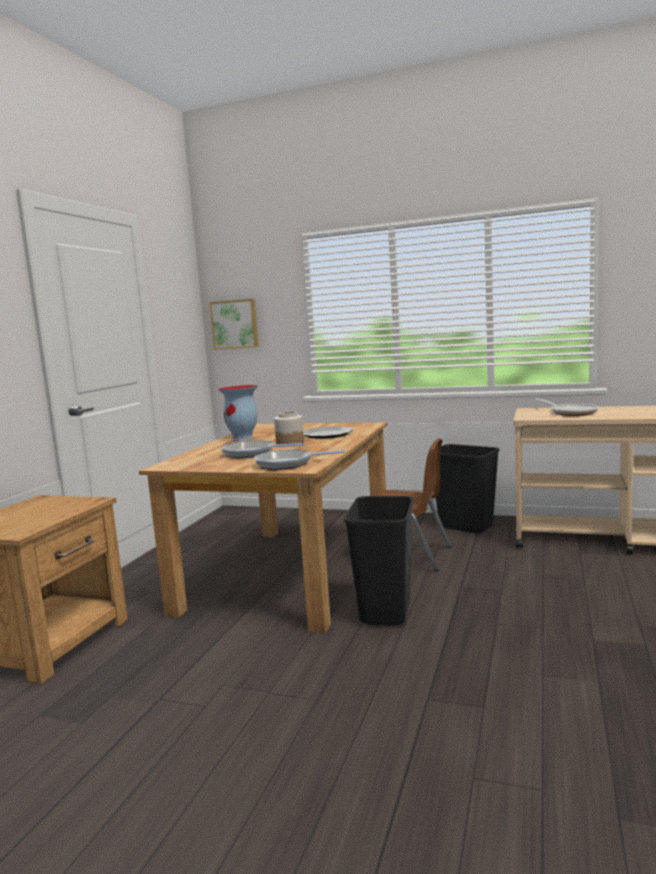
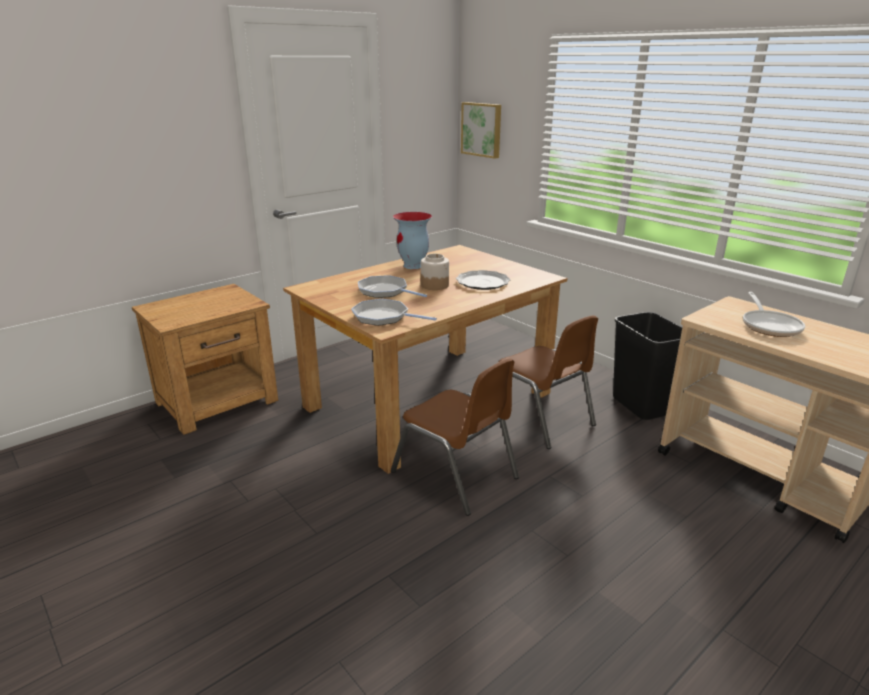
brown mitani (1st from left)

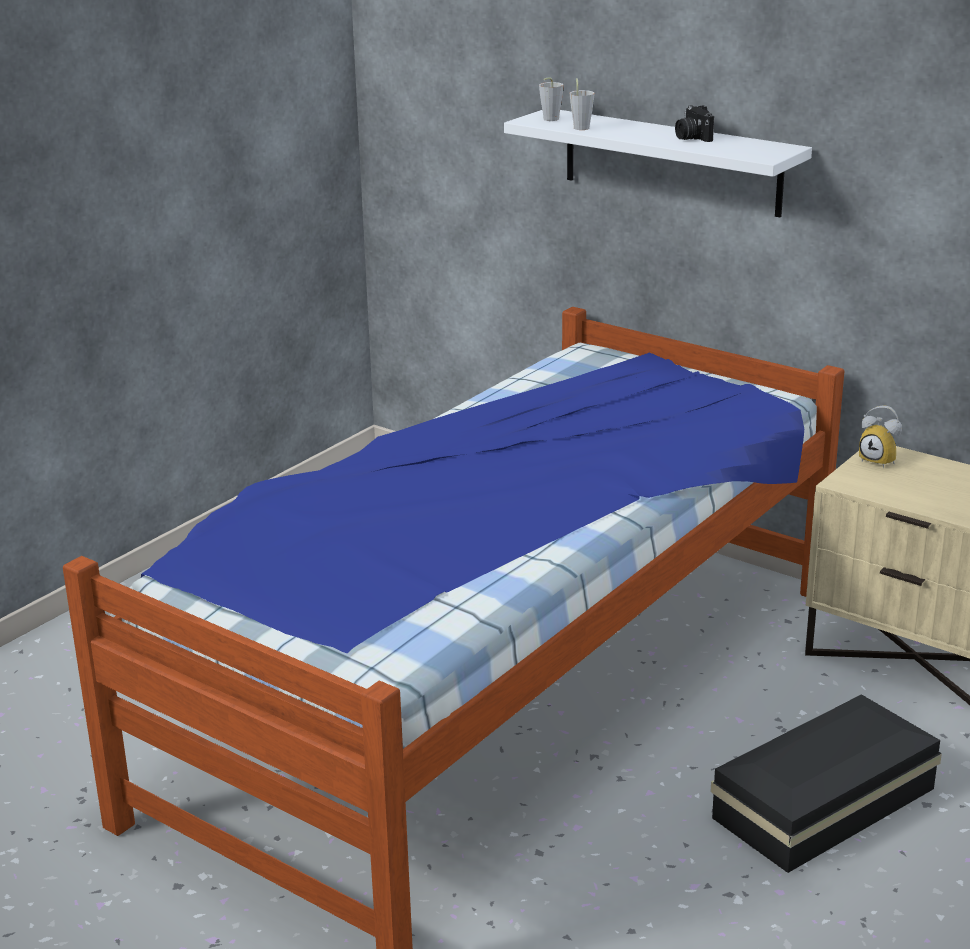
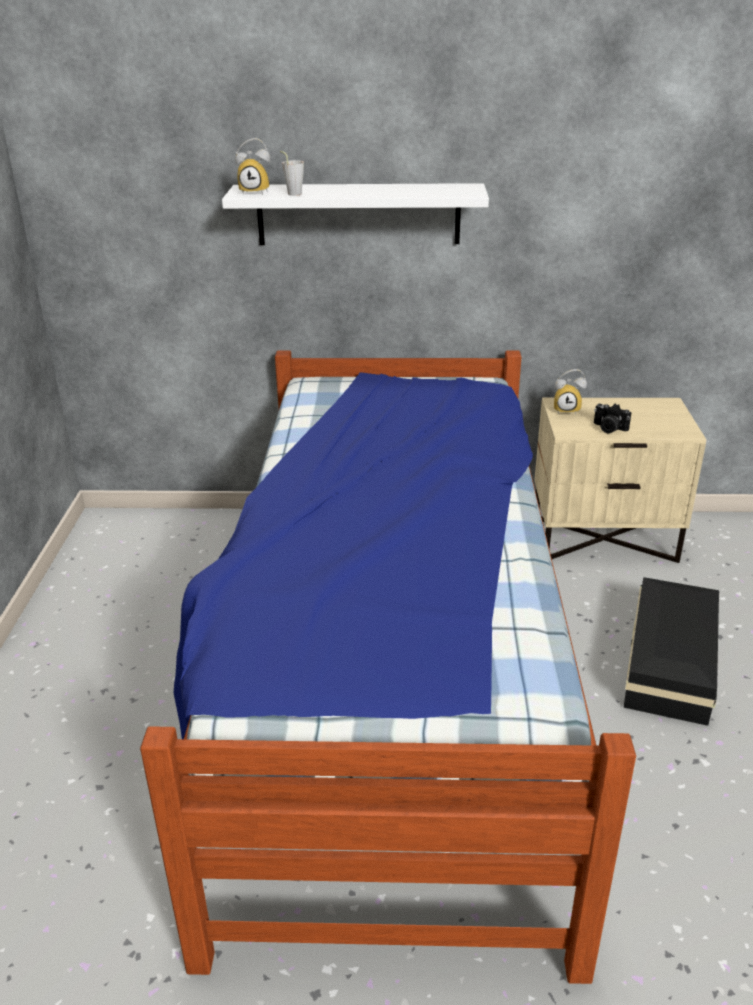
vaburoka (1st from left)
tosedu

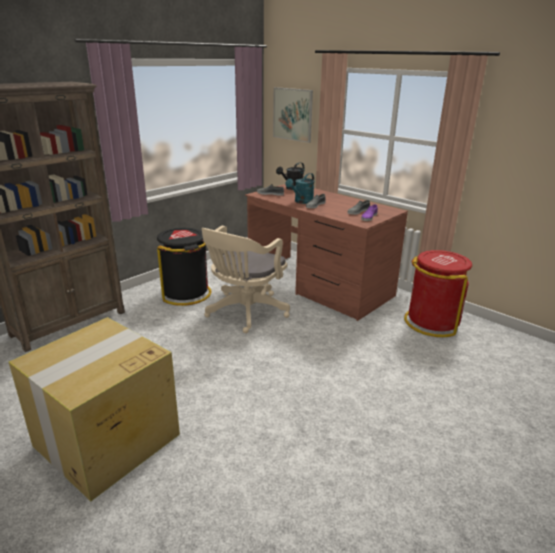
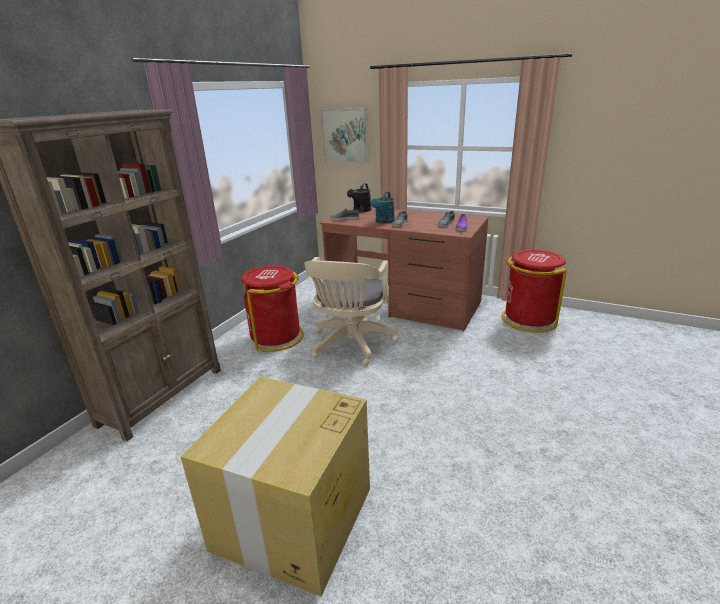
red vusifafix (1st from left)

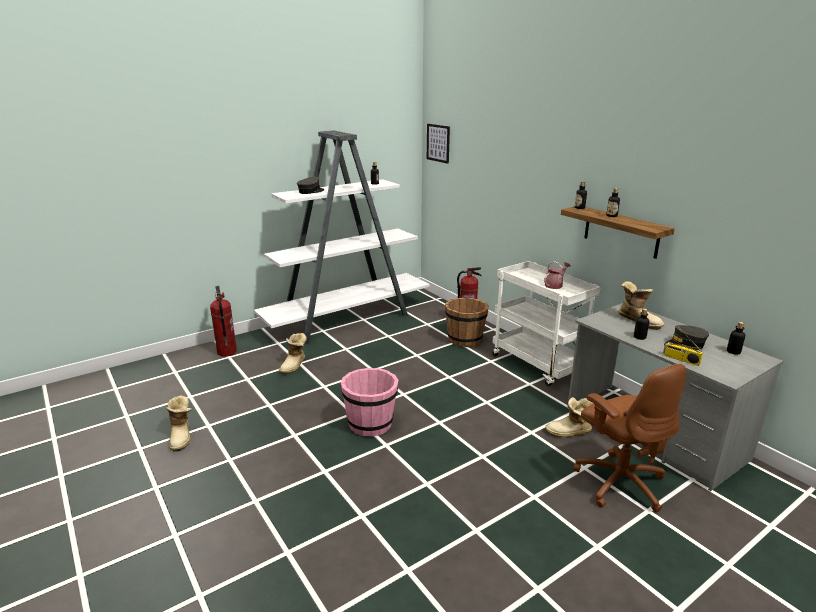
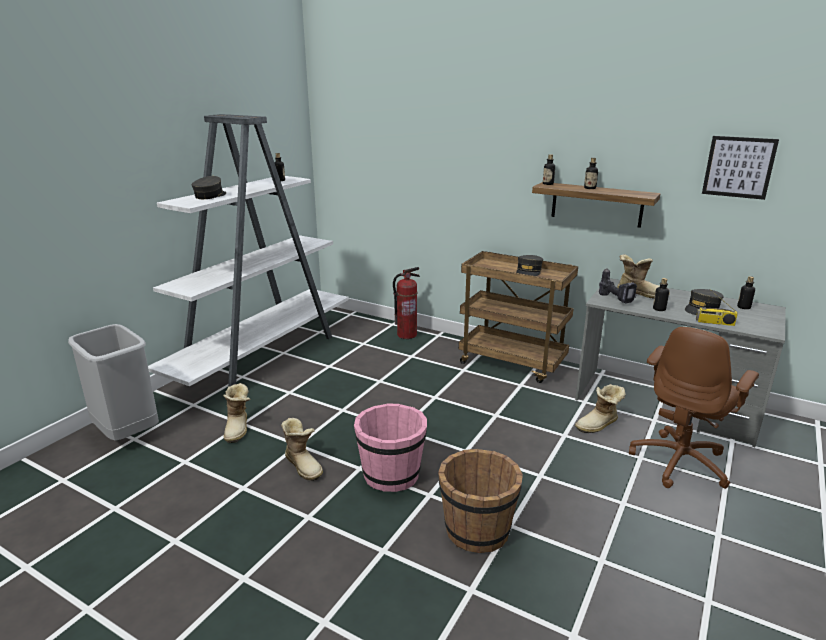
grey vusifafix
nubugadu (2nd from left)
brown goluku
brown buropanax
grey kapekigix (2nd from left)
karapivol
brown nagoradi
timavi

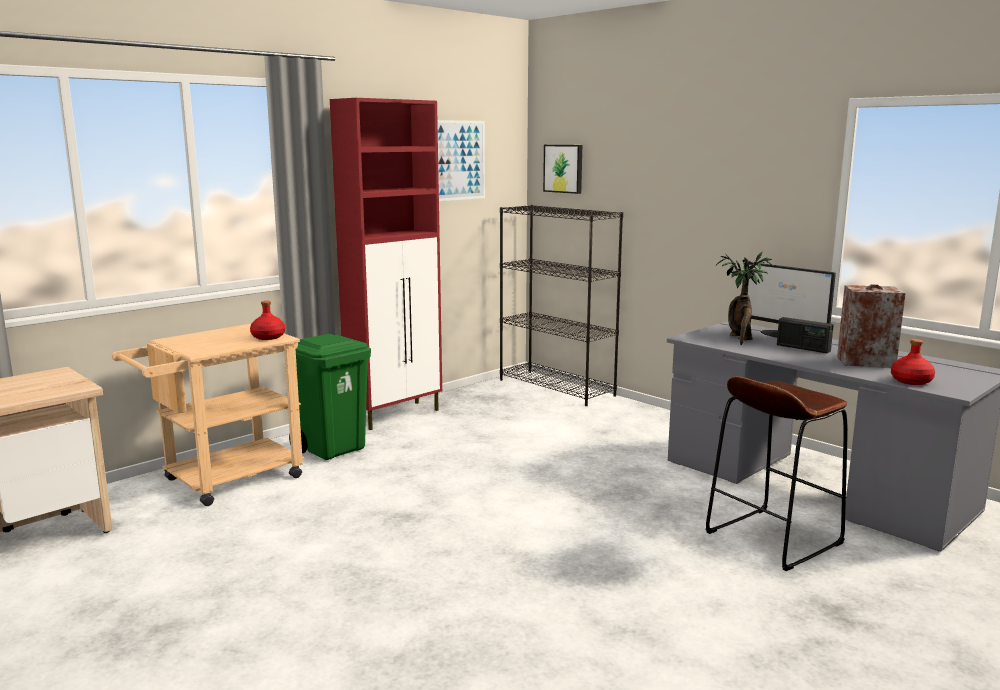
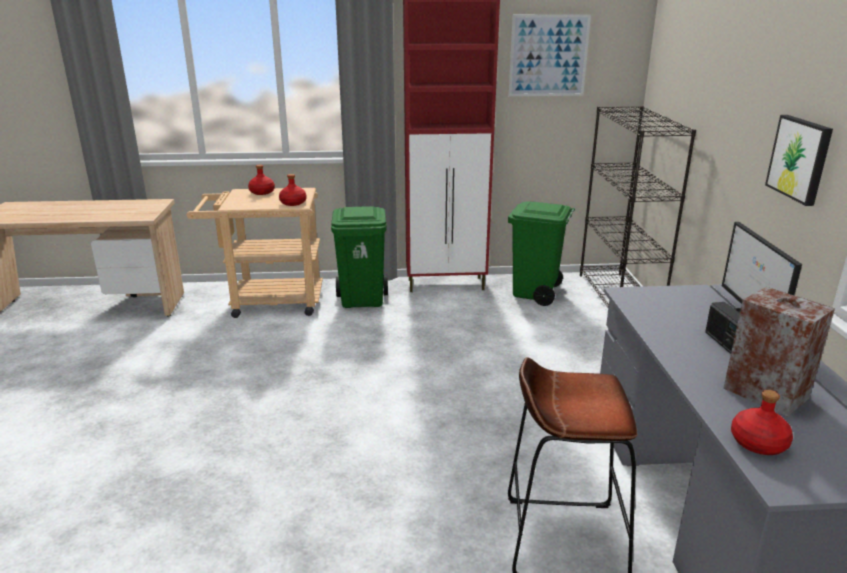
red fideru (1st from left)
green vusifafix (2nd from left)
timavi (2nd from left)
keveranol

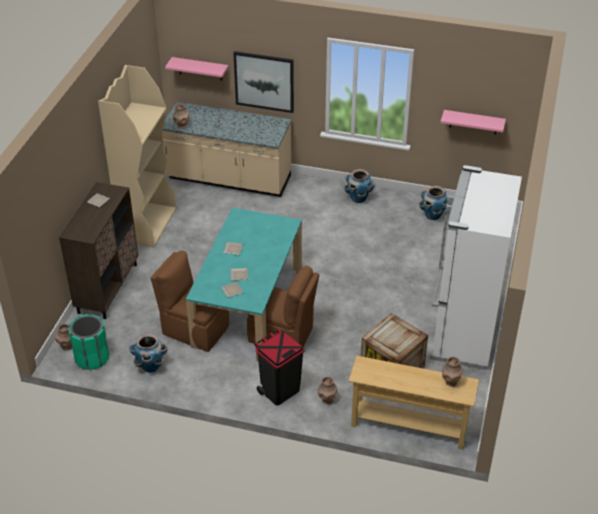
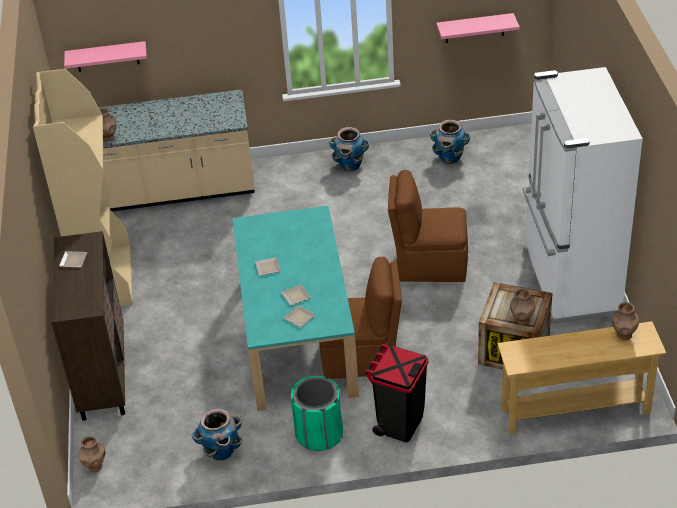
green vusifafix
brown mitani (2nd from left)
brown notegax (3rd from left)
timavi

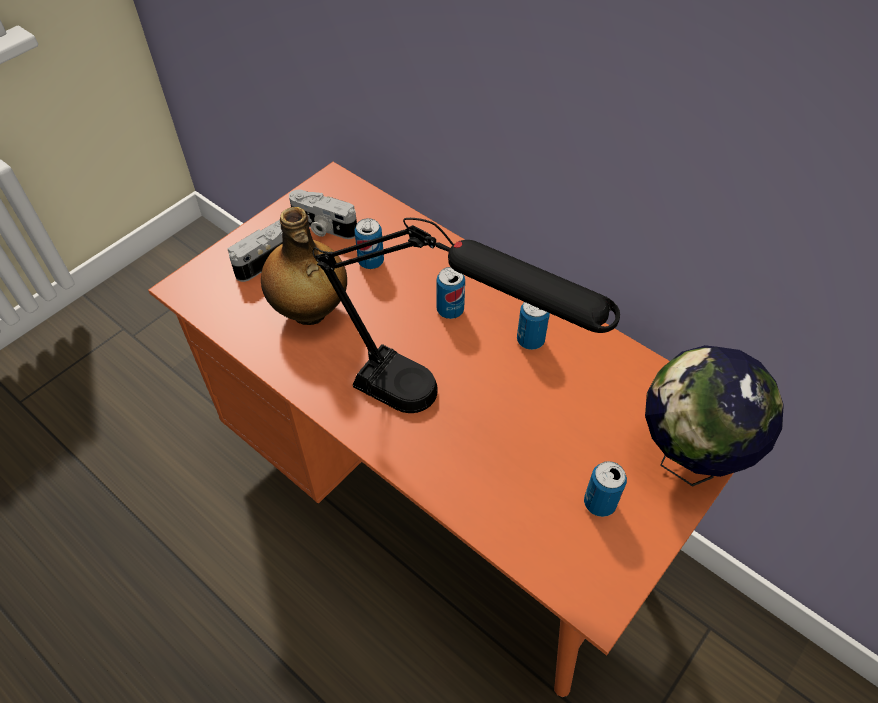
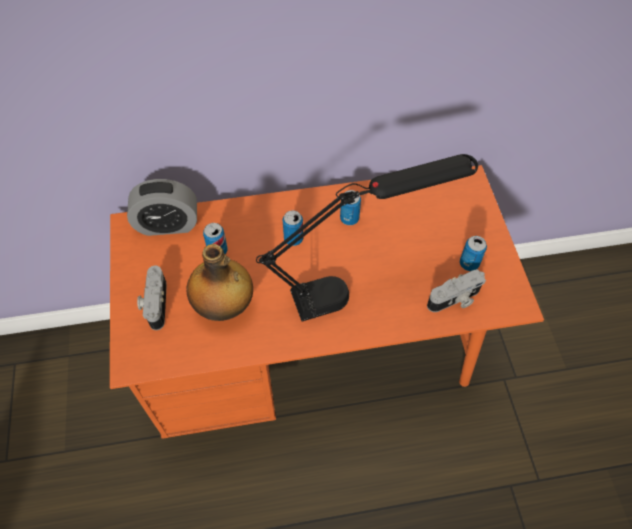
vaburoka
tosedu (2nd from left)
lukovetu

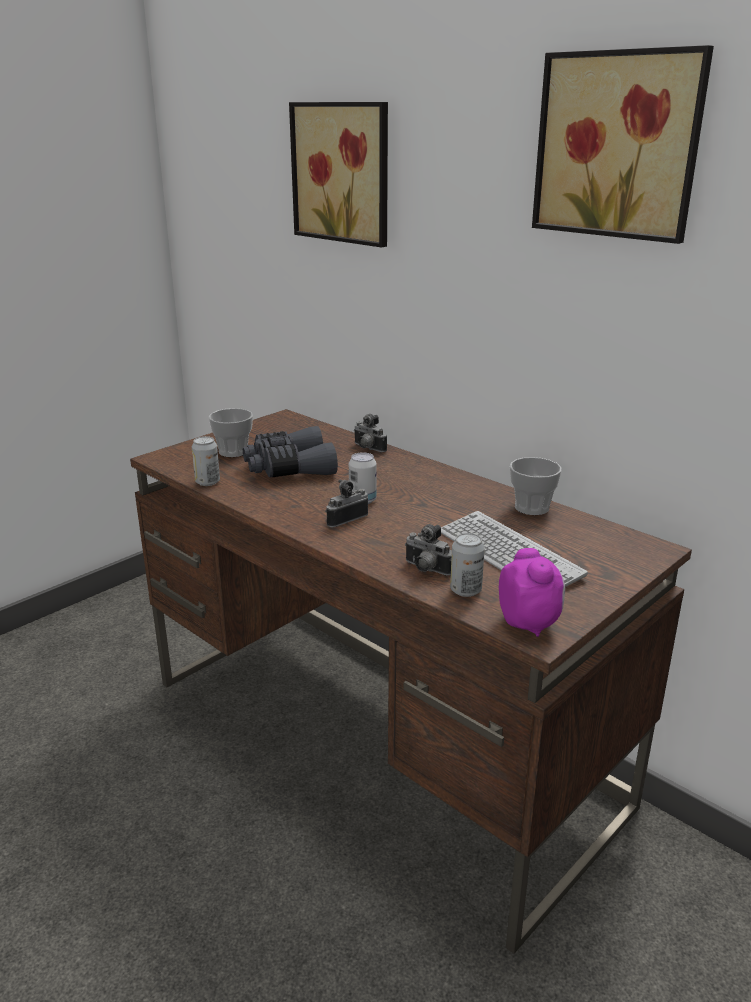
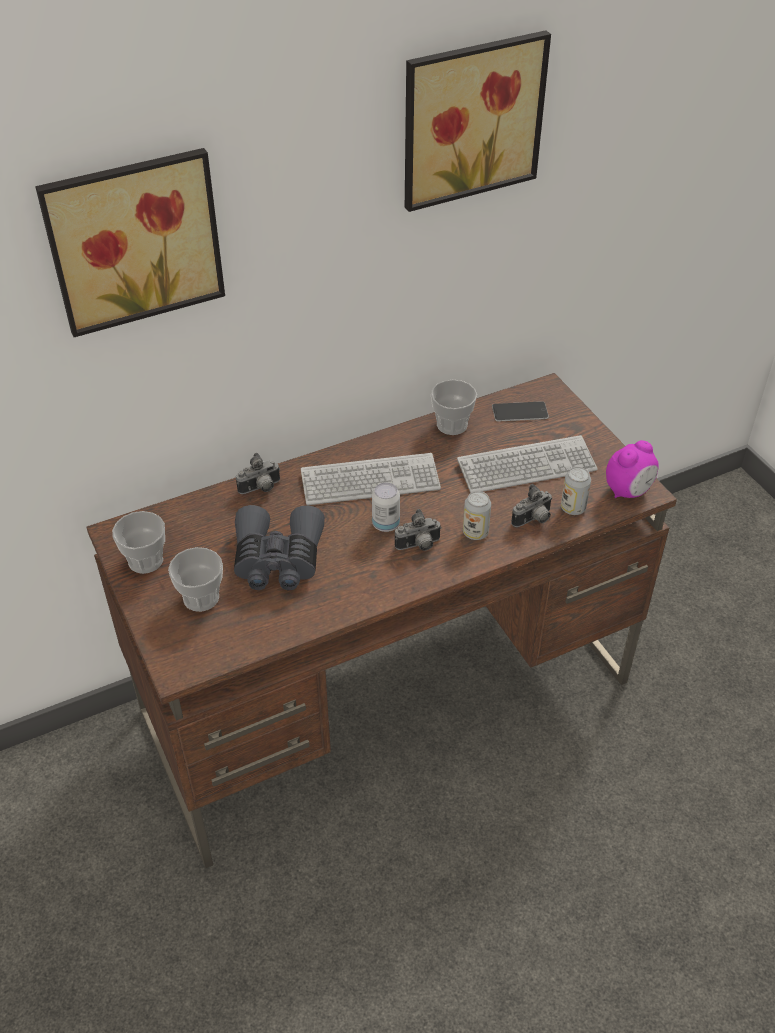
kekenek (1st from left)
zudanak (1st from left)
tosedu (2nd from left)
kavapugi (2nd from left)
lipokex
vaburoka

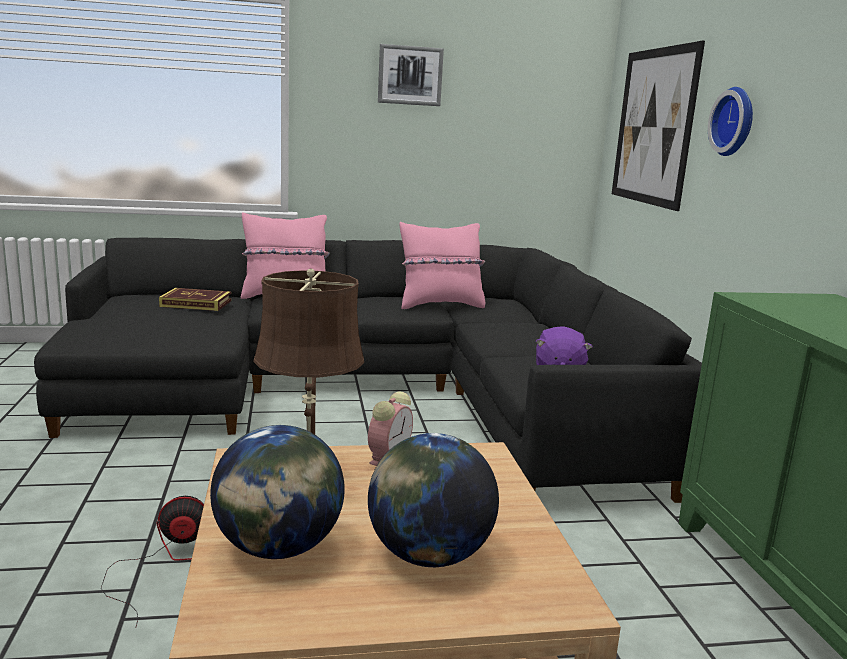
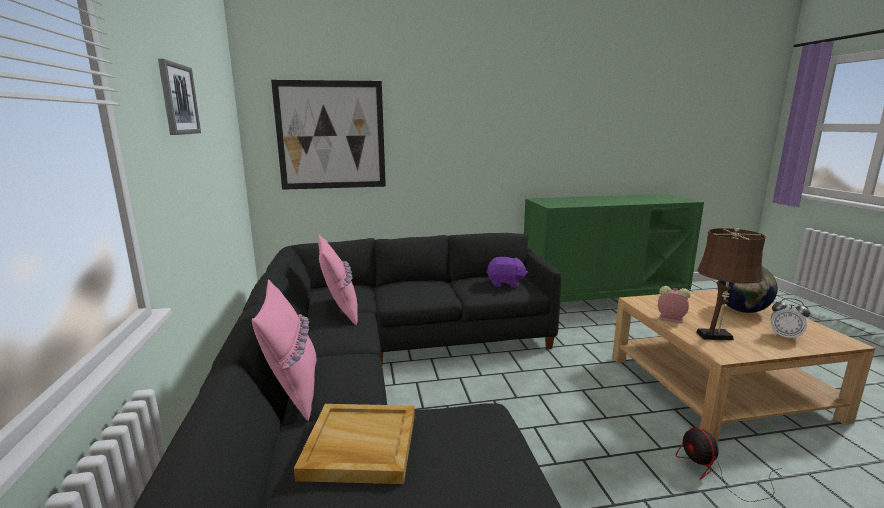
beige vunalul
vaburoka (2nd from left)
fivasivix

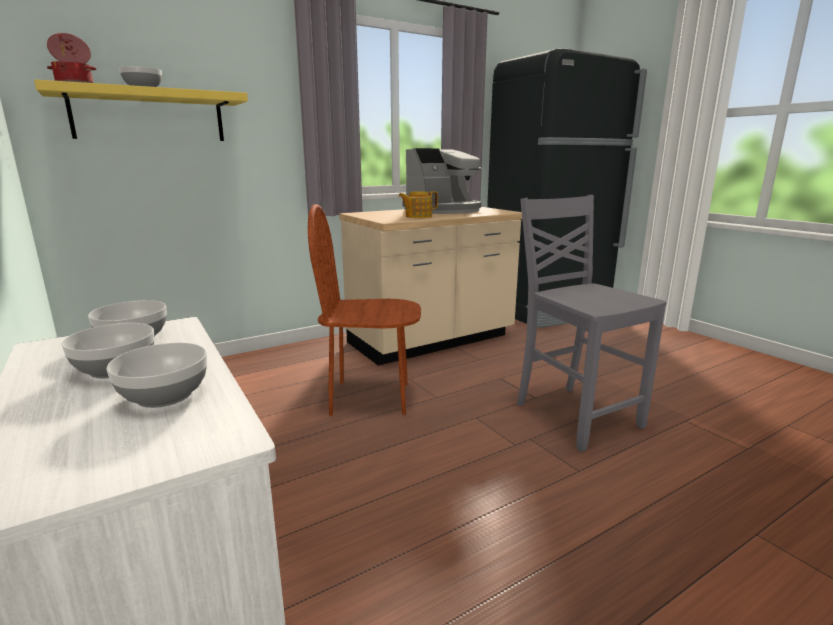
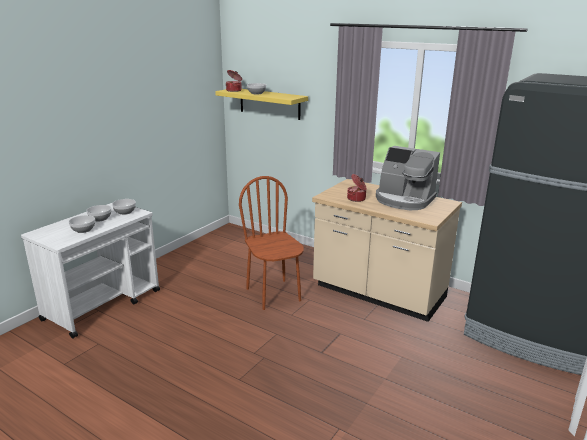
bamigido (2nd from left)
grey mitani

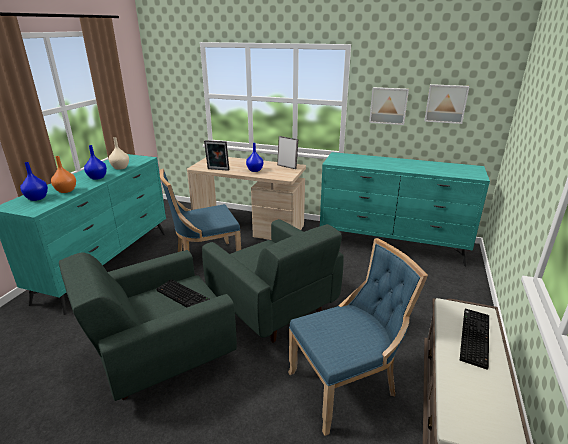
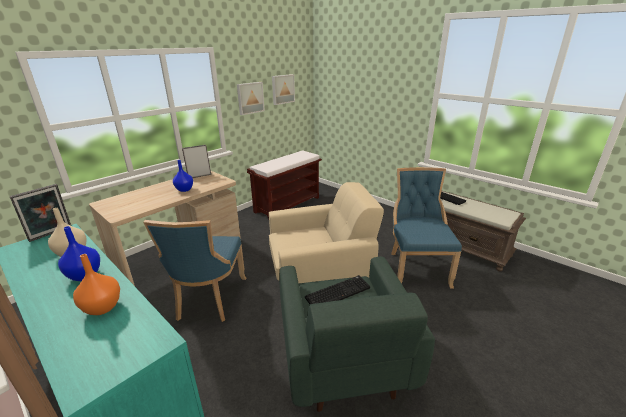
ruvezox (1st from left)
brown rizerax (1st from left)
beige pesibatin
blue notegax (1st from left in the first image)

